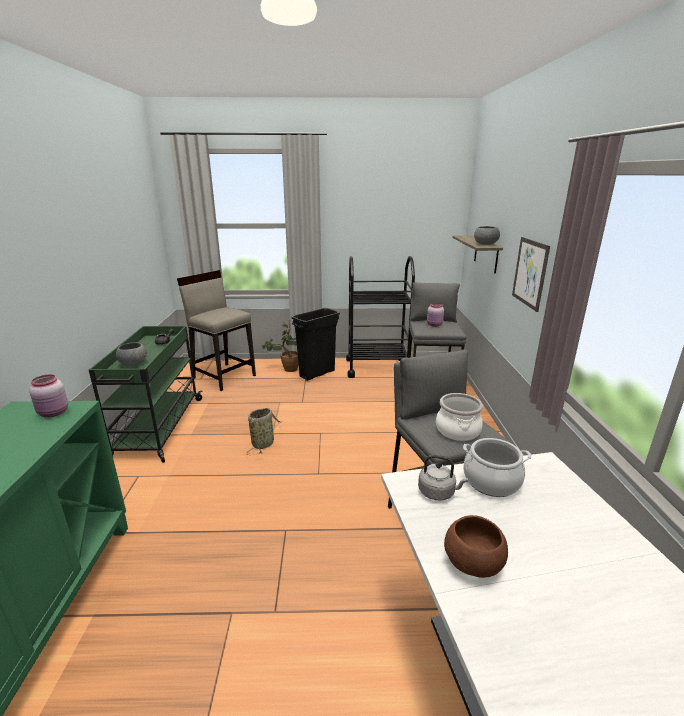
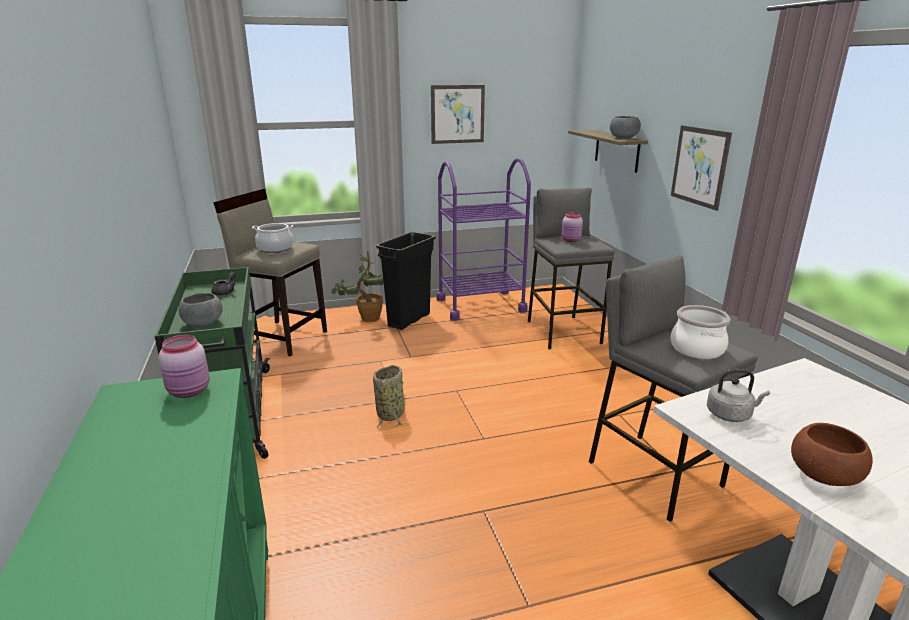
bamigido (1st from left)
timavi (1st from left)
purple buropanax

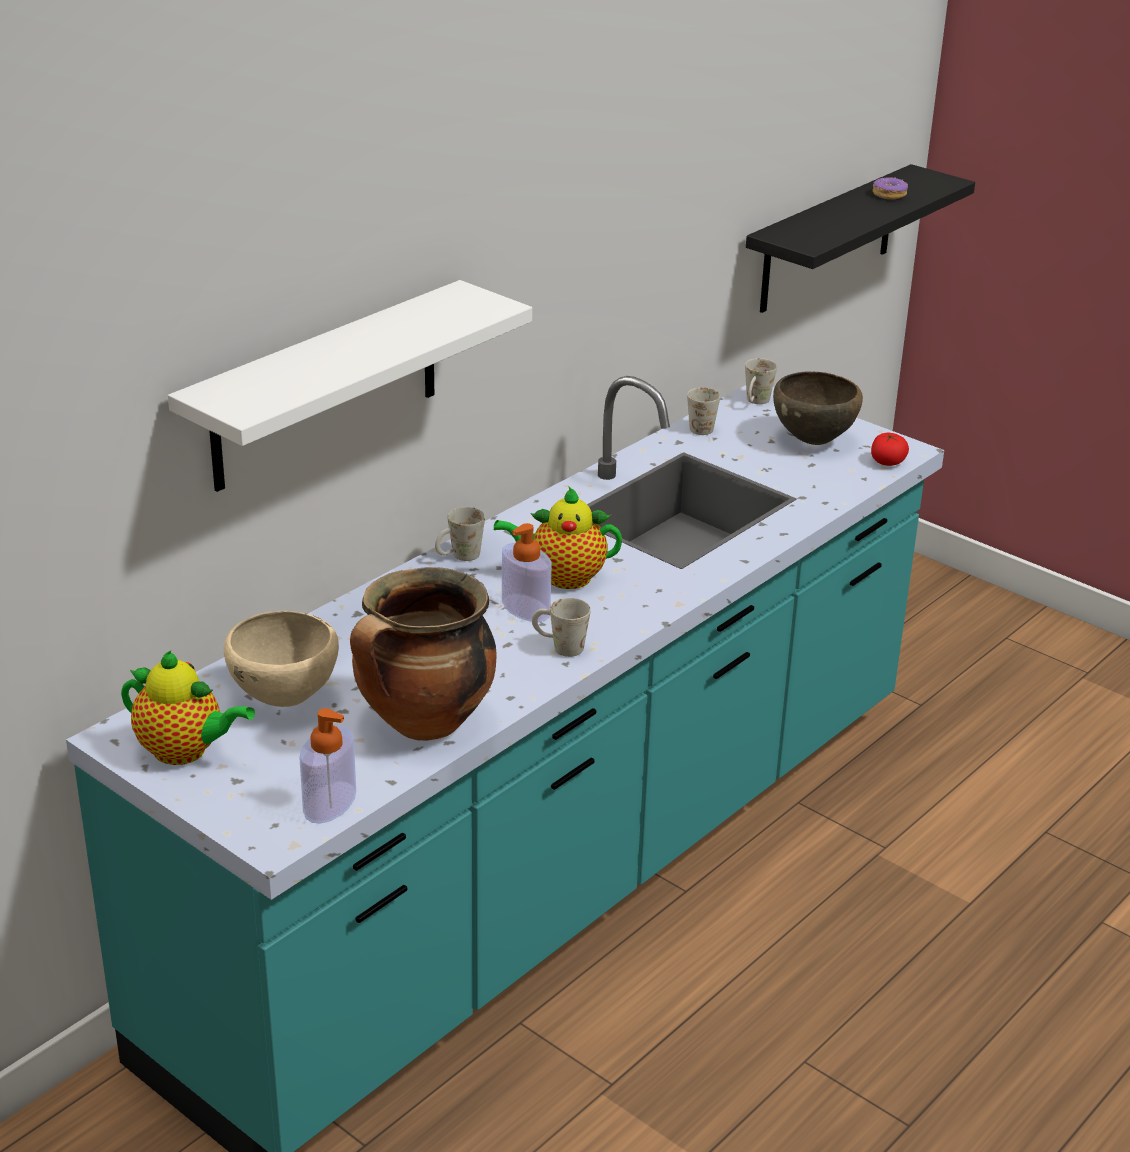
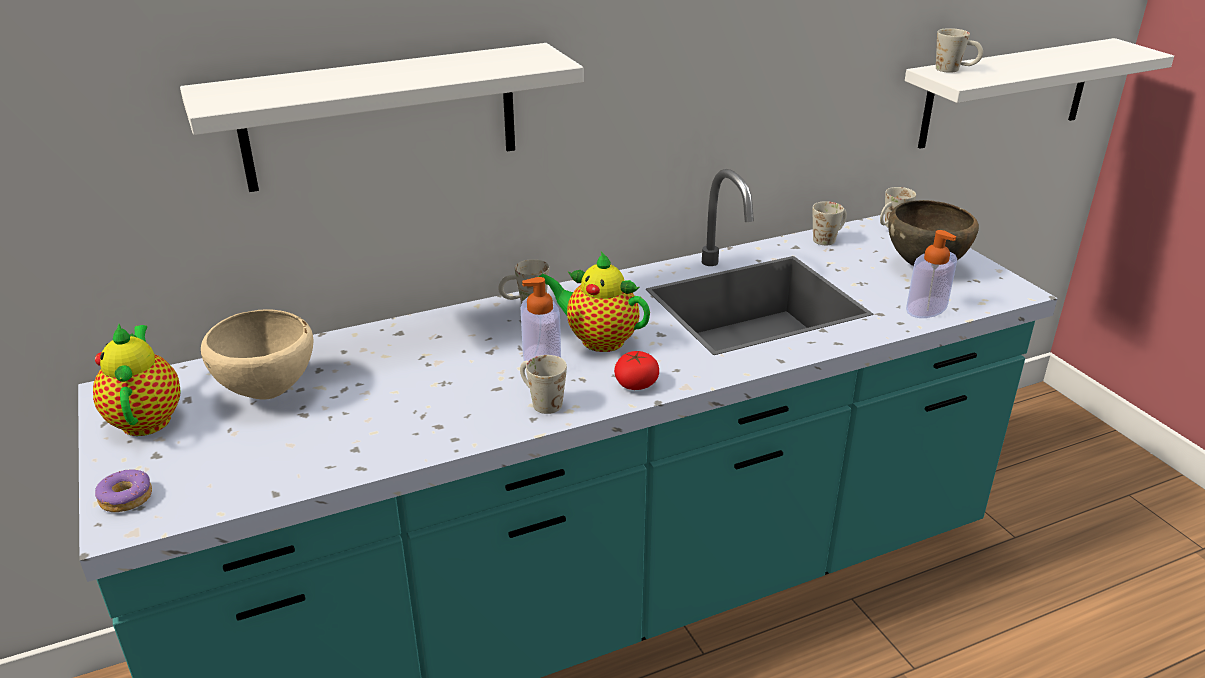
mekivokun (1st from left)
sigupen
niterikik
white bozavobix (2nd from left)
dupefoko (2nd from left)
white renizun (5th from left)
bamigido

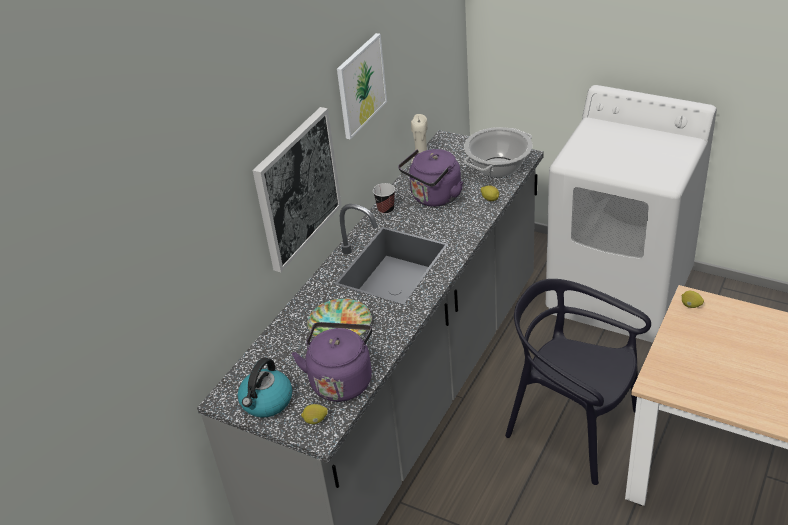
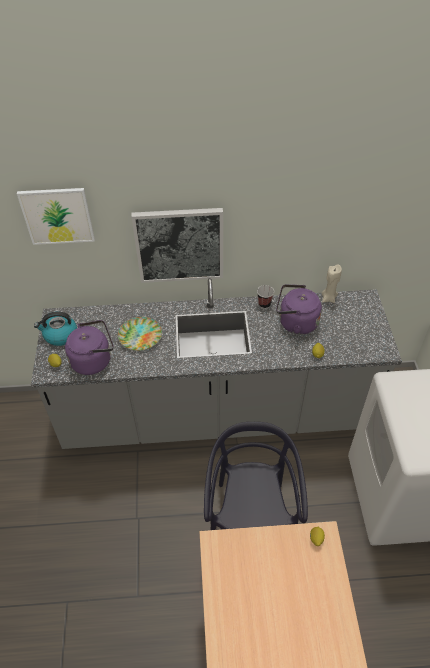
timavi (1st from left)
bamigido

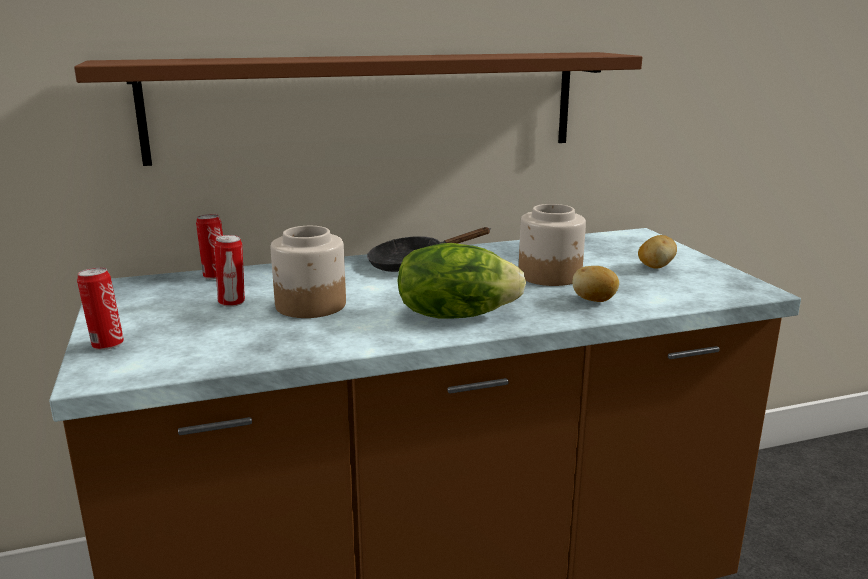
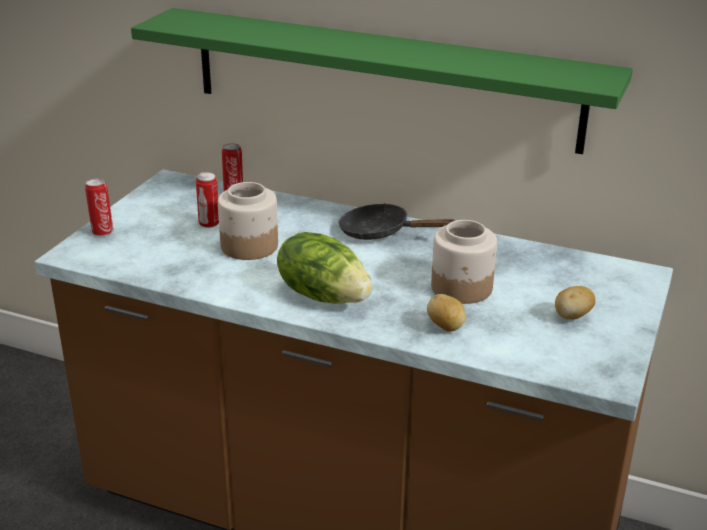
green bozavobix

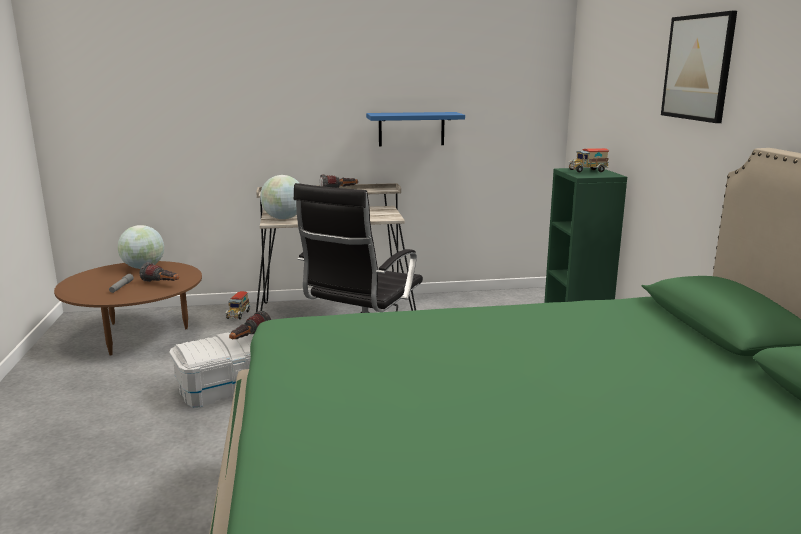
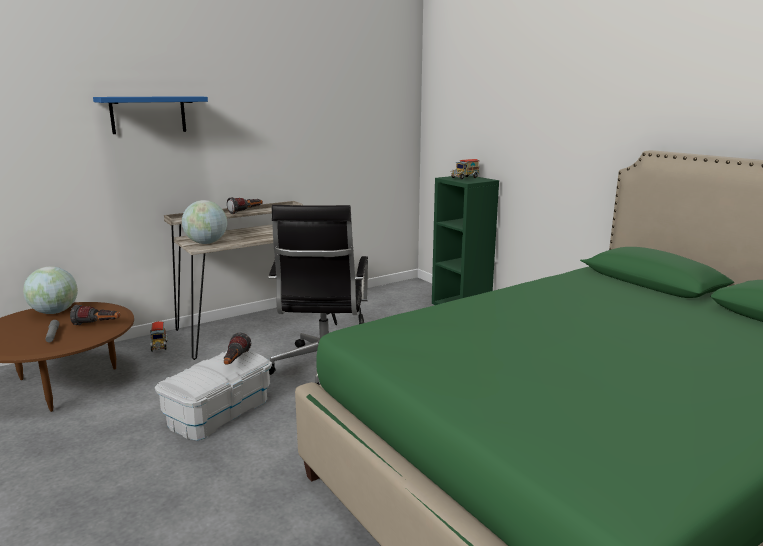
blue bozavobix
timavi

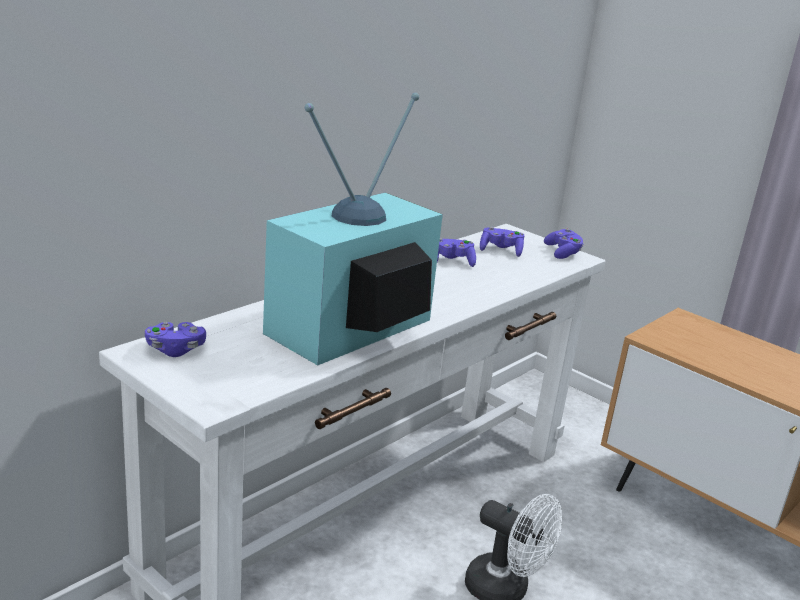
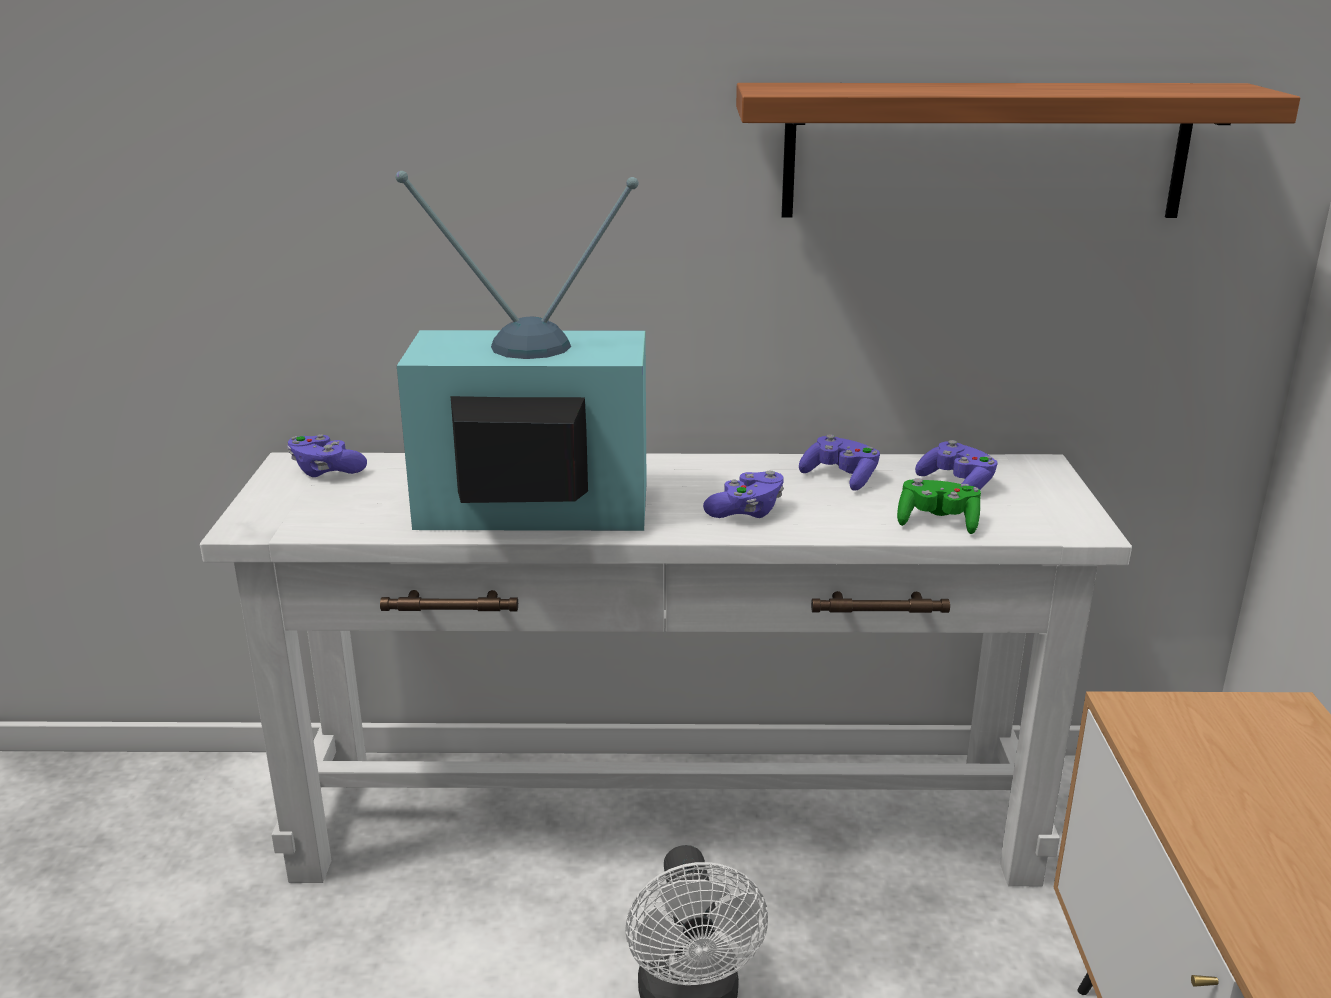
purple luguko (2nd from left)
bozavobix
green luguko

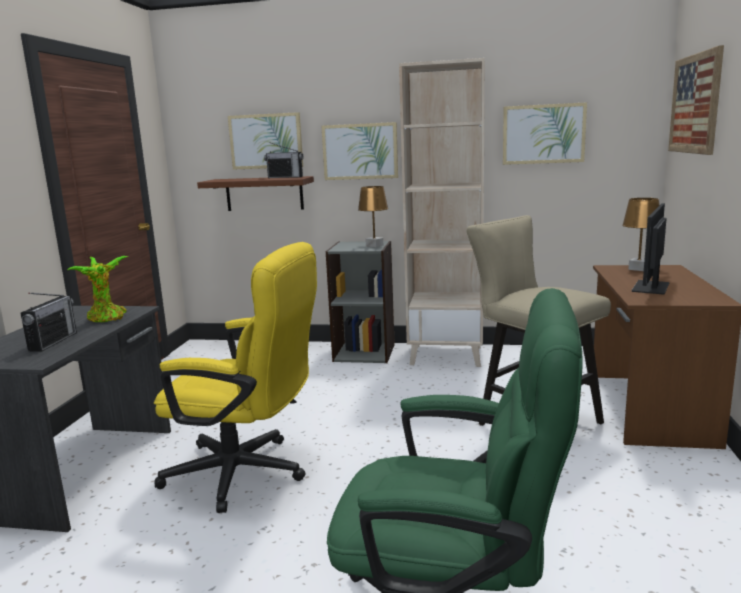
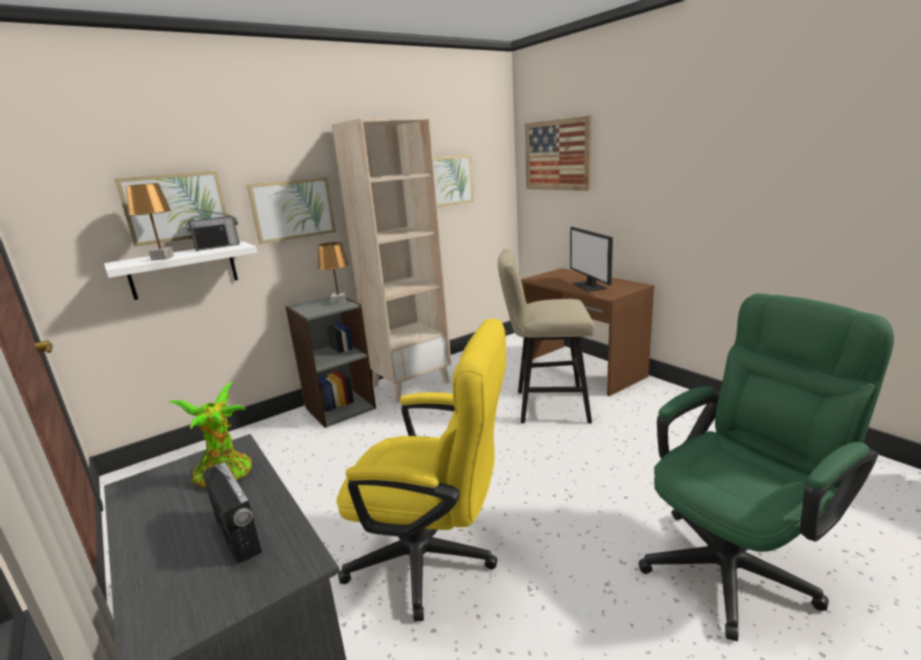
white bozavobix
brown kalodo (1st from left)
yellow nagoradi

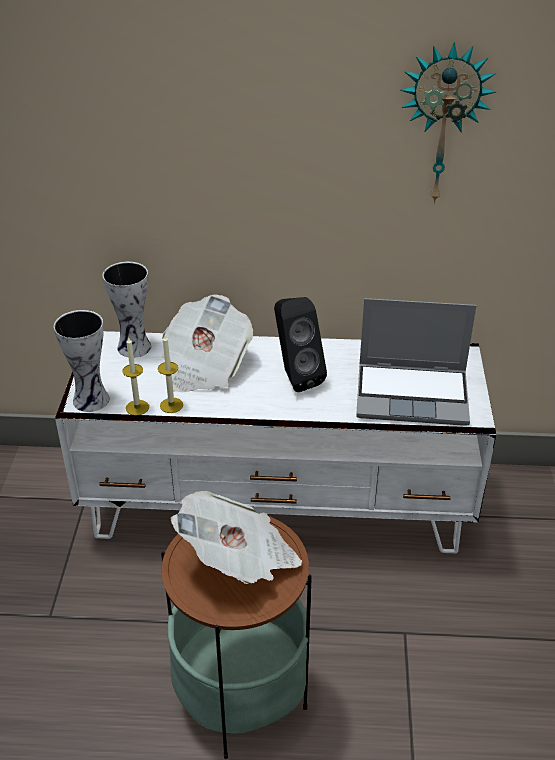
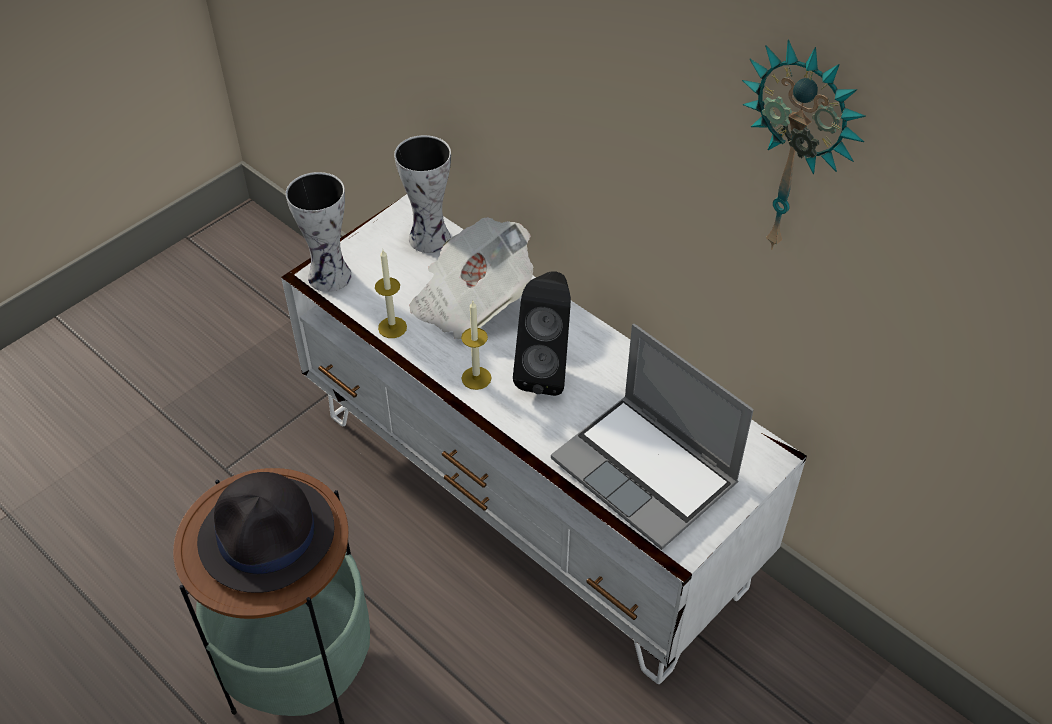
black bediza
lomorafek (2nd from left)

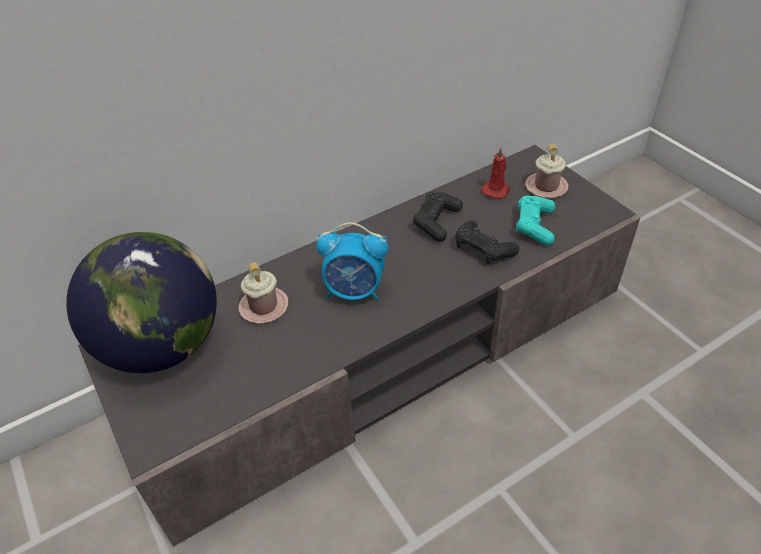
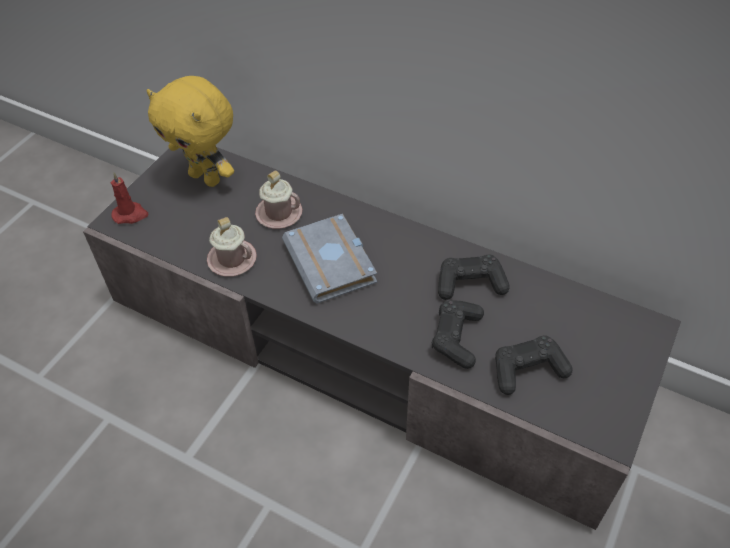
red lomorafek
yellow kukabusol
pink renizun (1st from left)
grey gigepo
black luguko (3rd from left)

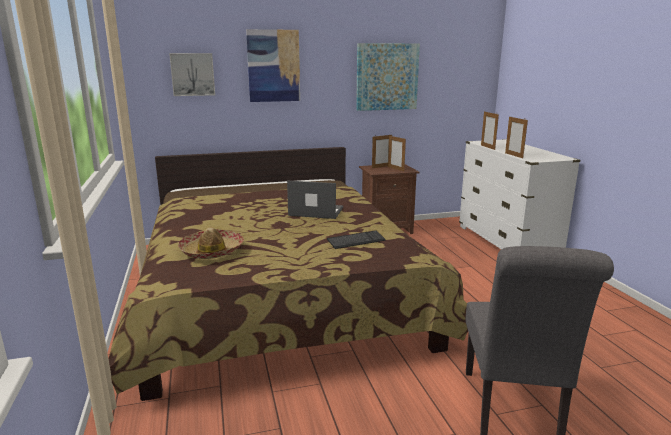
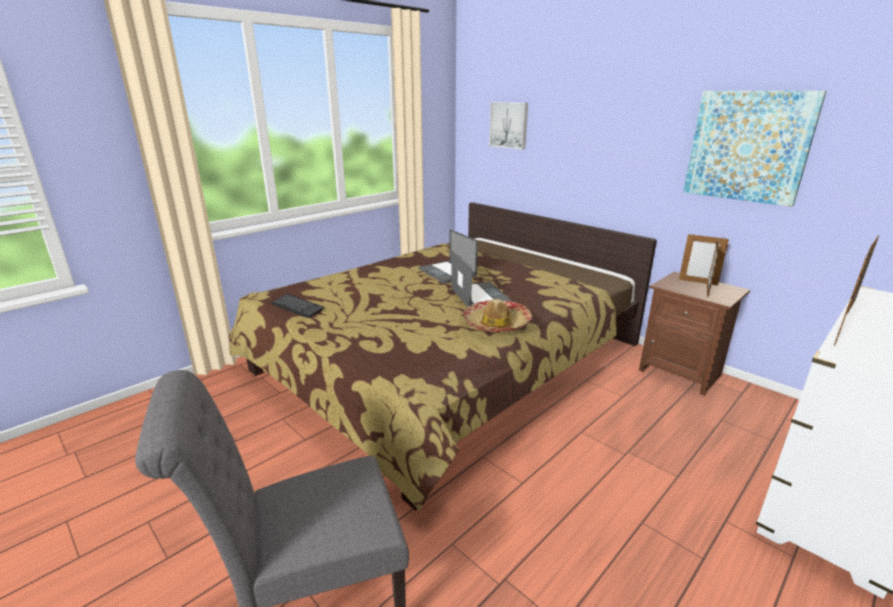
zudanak
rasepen (1st from left)
bediza
timavi (2nd from left in the first image)

